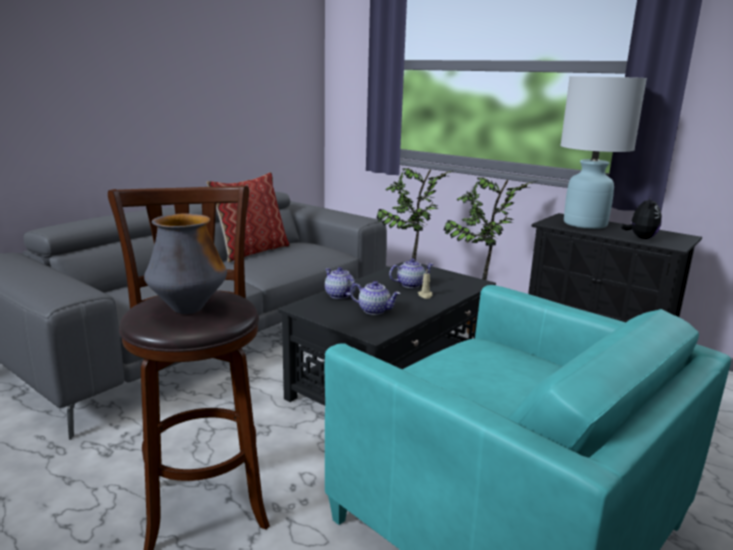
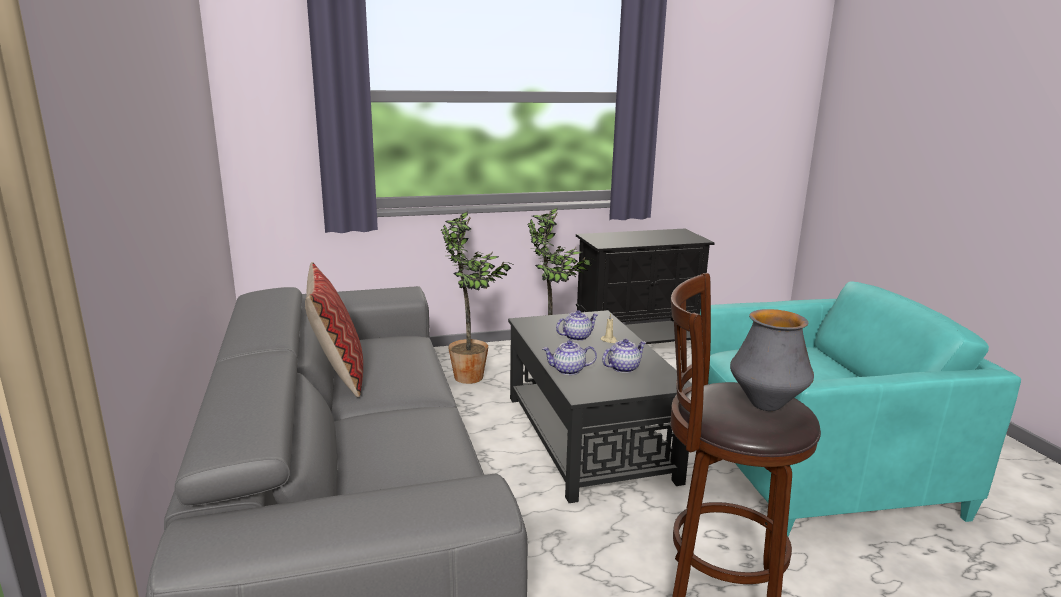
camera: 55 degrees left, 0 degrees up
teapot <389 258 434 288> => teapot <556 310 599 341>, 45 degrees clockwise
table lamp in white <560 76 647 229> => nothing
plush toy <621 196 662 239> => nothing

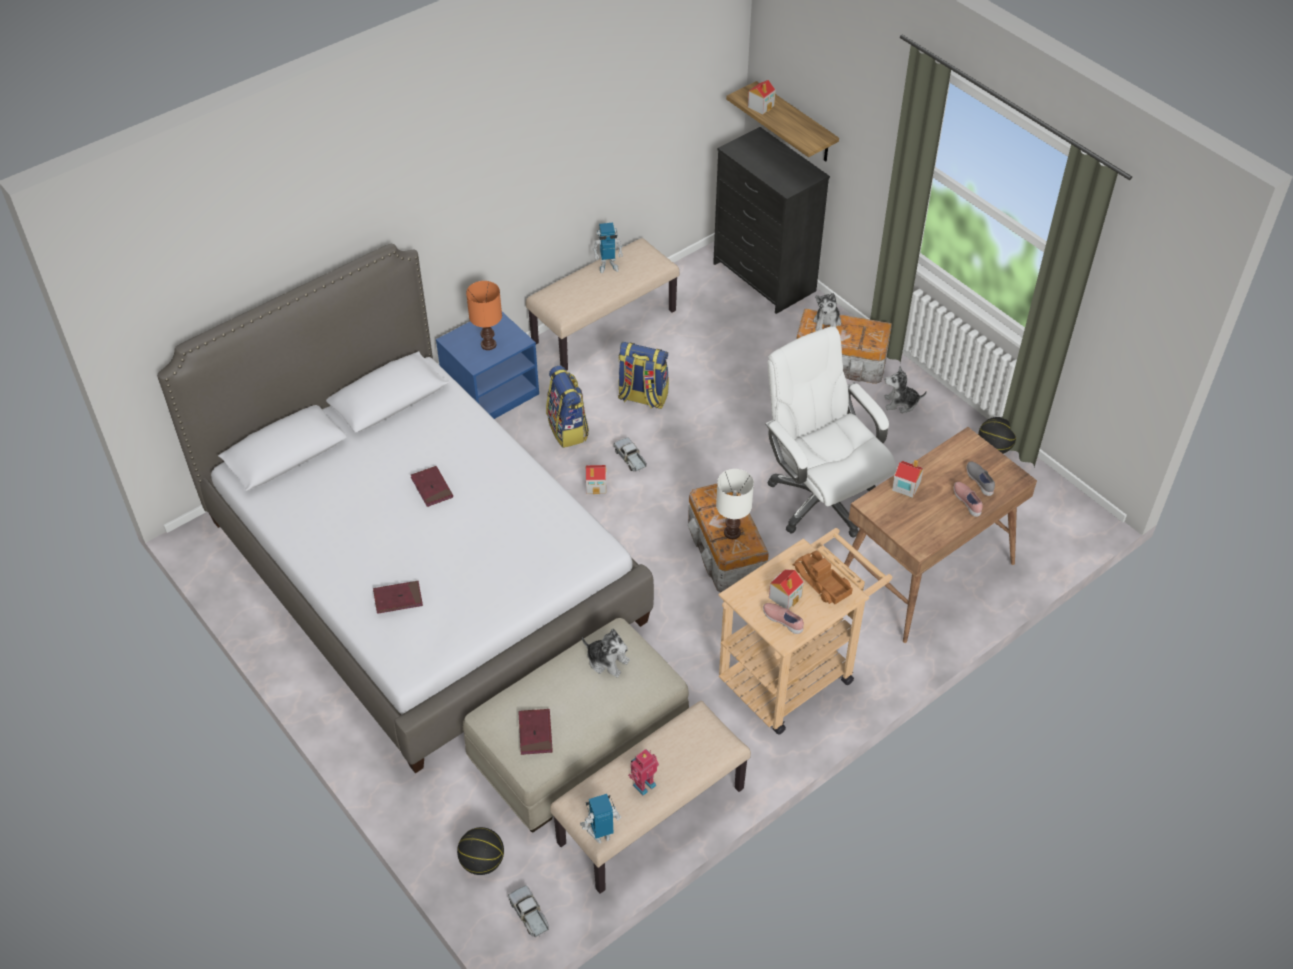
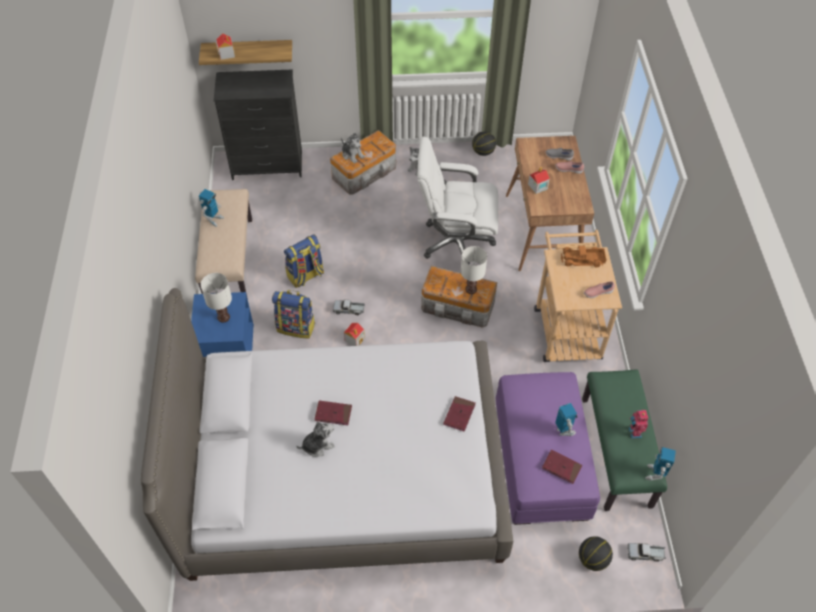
camera: 55 degrees left, 5 degrees up
book in red <373 581 423 614> => book in red <443 396 476 432>, moved
ottoman in beige <463 618 689 832> => ottoman in purple <496 372 600 525>
table lamp in orange <466 281 502 350> => table lamp in white <200 273 232 323>
bench in beige <550 701 751 894> => bench in green <582 369 667 511>
plush toy <582 629 630 678> => plush toy <296 422 335 457>, moved
toy house <769 569 804 609> => nothing
nothing => toy robot <555 403 578 436>

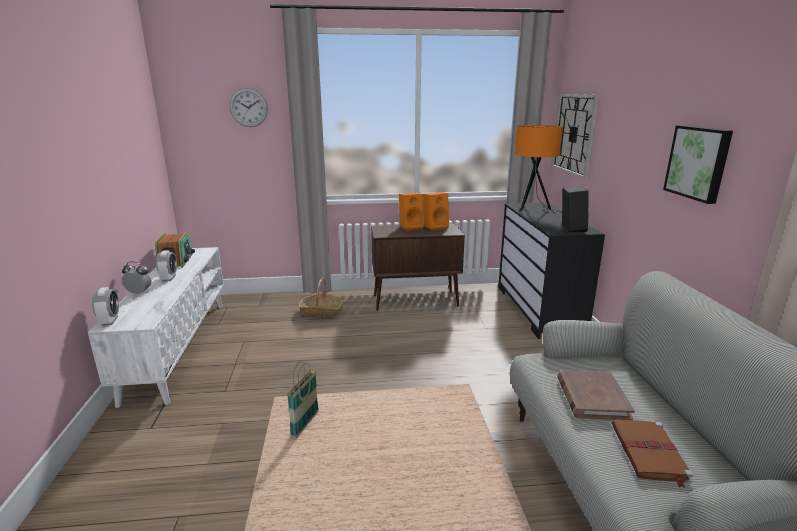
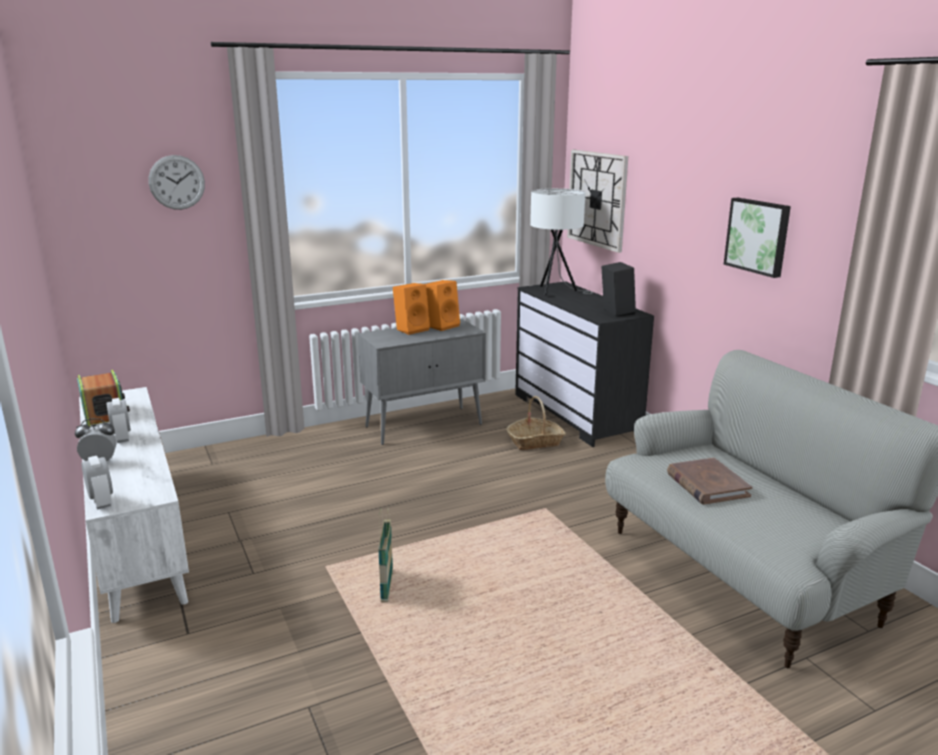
camera: 20 degrees left, 0 degrees up
basket <298 277 342 317> => basket <506 396 566 450>, moved
cabinet in brown <371 224 465 311> => cabinet in grey <358 319 486 445>
table lamp in orange <515 125 563 213> => table lamp in white <530 188 593 296>
book in brown <612 419 694 488> => nothing

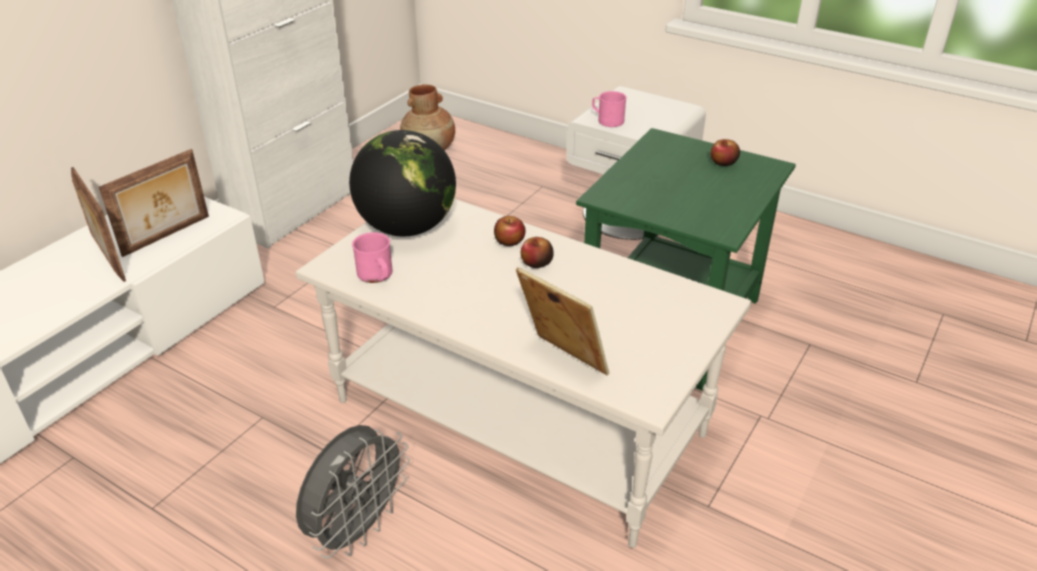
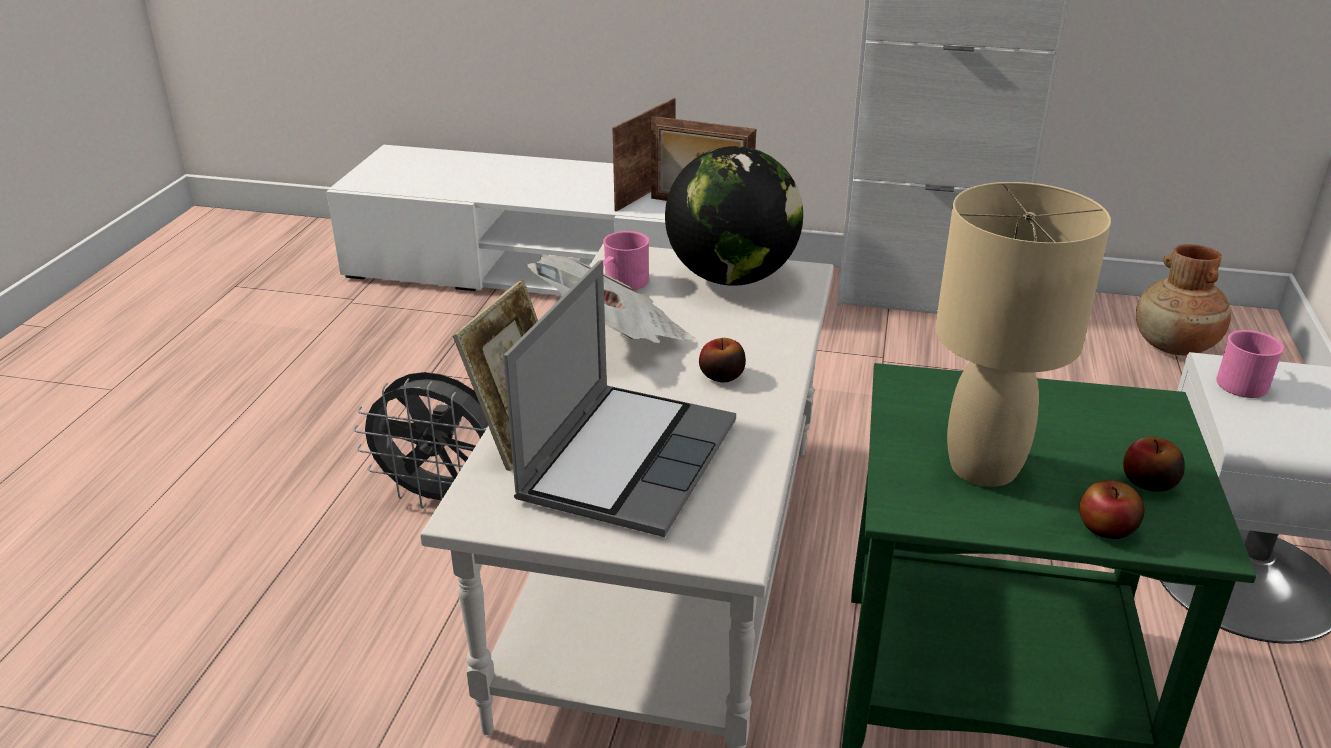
camera: 70 degrees right, 5 degrees down
apple <494 216 526 246> => apple <1079 480 1145 539>, moved
nothing => laptop <503 260 736 537>
nothing => newspaper <527 256 696 343>
nothing => table lamp in beige <935 182 1111 487>

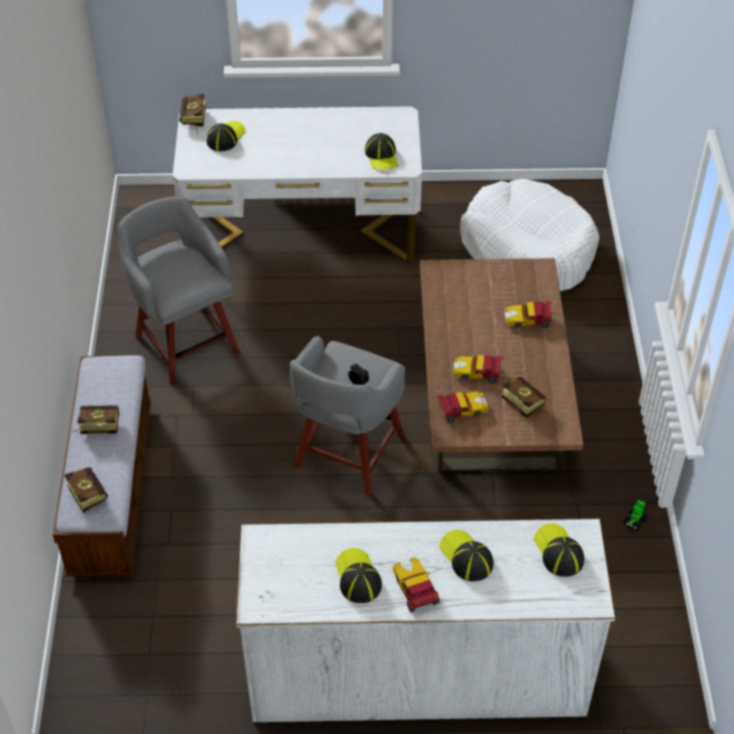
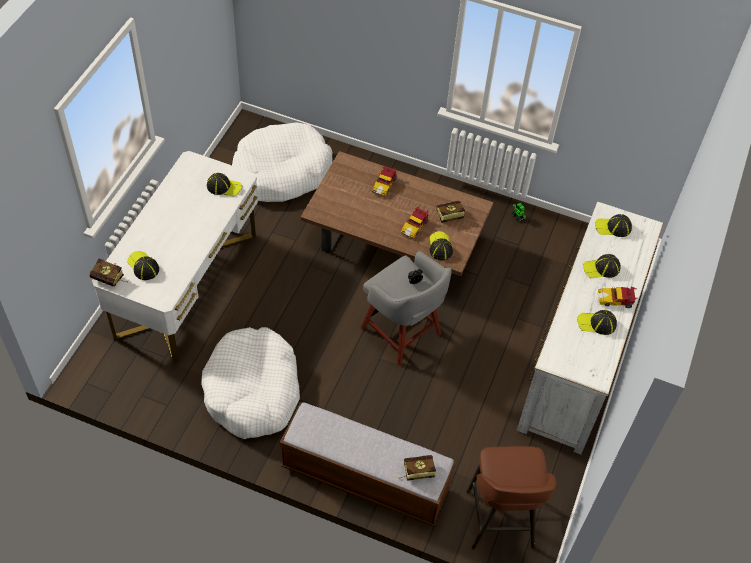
camera: 70 degrees left, 5 degrees up
book <71 405 119 434> => nothing
stool in grey <118 196 240 386> => dog bed in white <201 327 300 439>
toy car <437 392 489 423> => cap <430 231 453 260>
nothing => stool in brown <466 446 556 550>

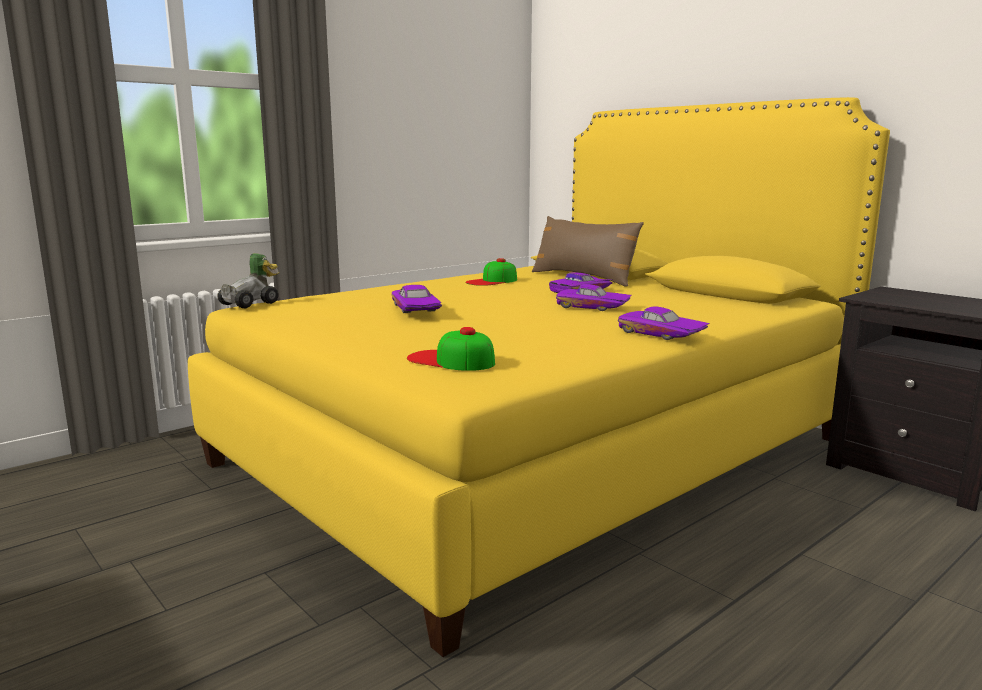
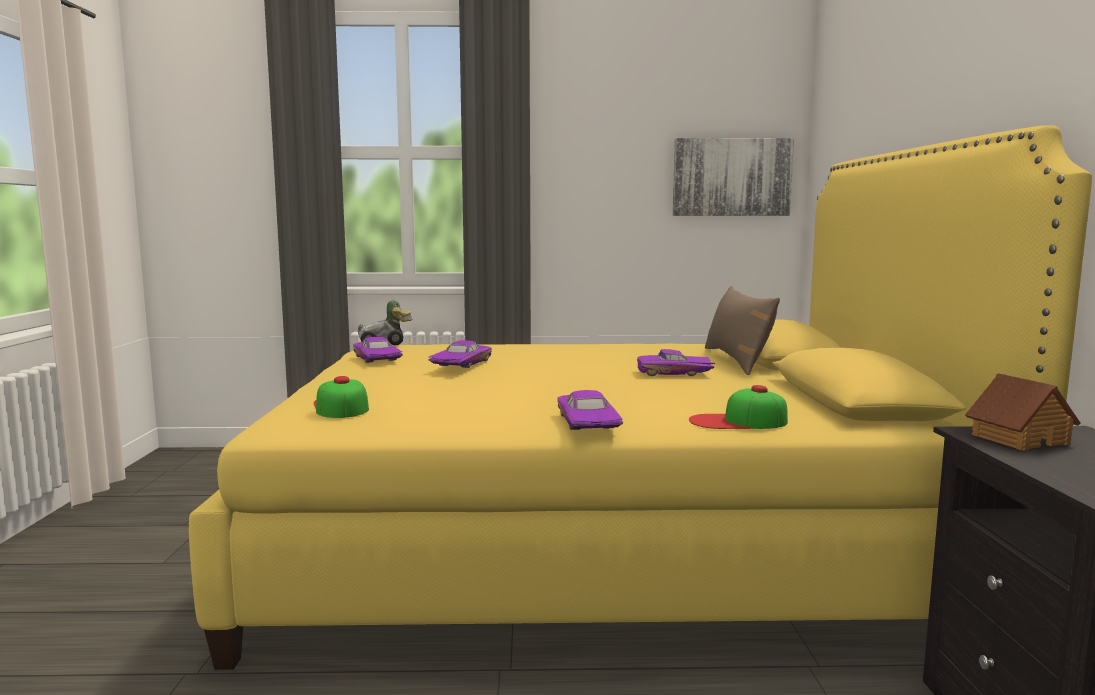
camera: 40 degrees right, 5 degrees down
cap <465 258 517 286> => cap <689 385 788 429>, moved
toy car in purple <556 284 632 311> => toy car in purple <353 337 403 363>, moved
nothing => picture <673 138 794 216>
nothing => toy house <965 373 1080 451>

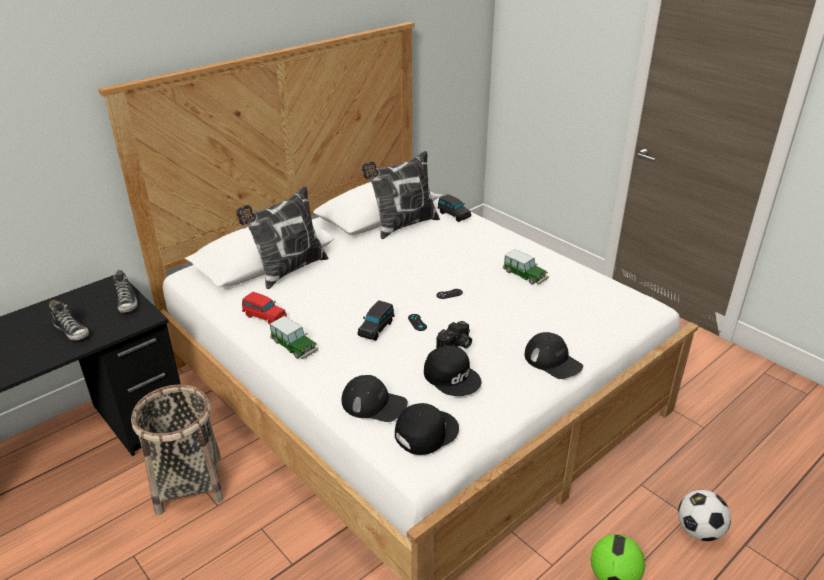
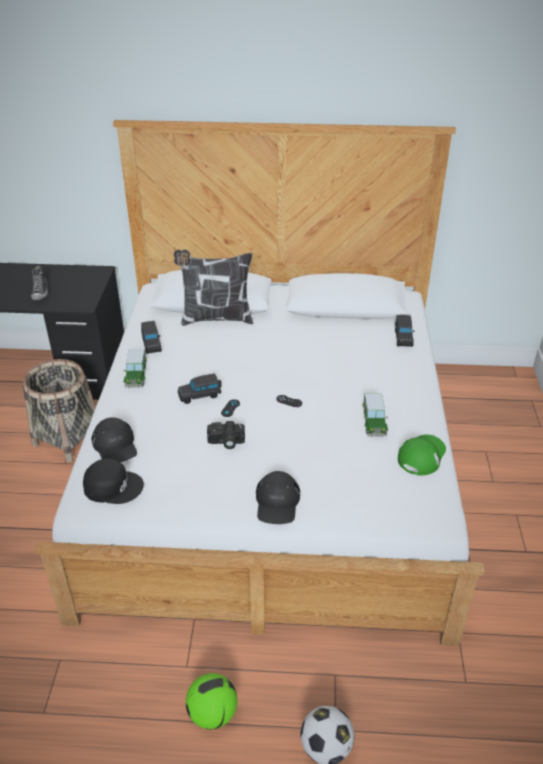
camera: 45 degrees right, 5 degrees up
shoe <114 270 137 313> => nothing
toy car in red <242 292 287 325> => toy car in black <141 321 162 354>
pillow <362 151 440 239> => nothing
cap in black <424 345 482 396> => nothing
nothing => cap in green <398 435 446 475>

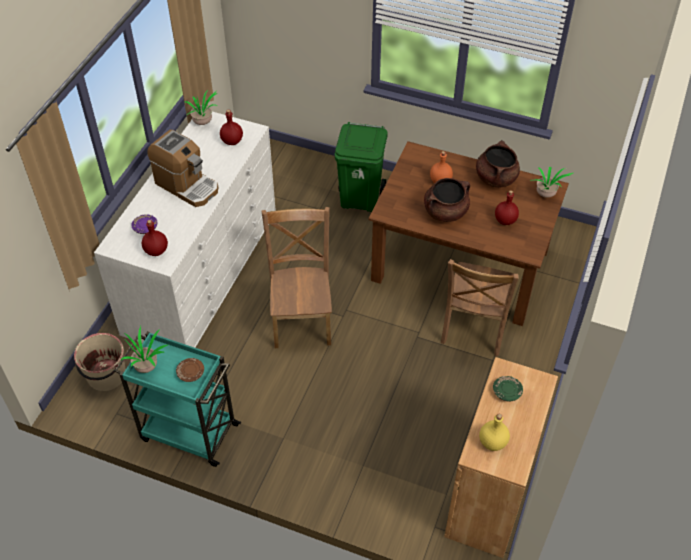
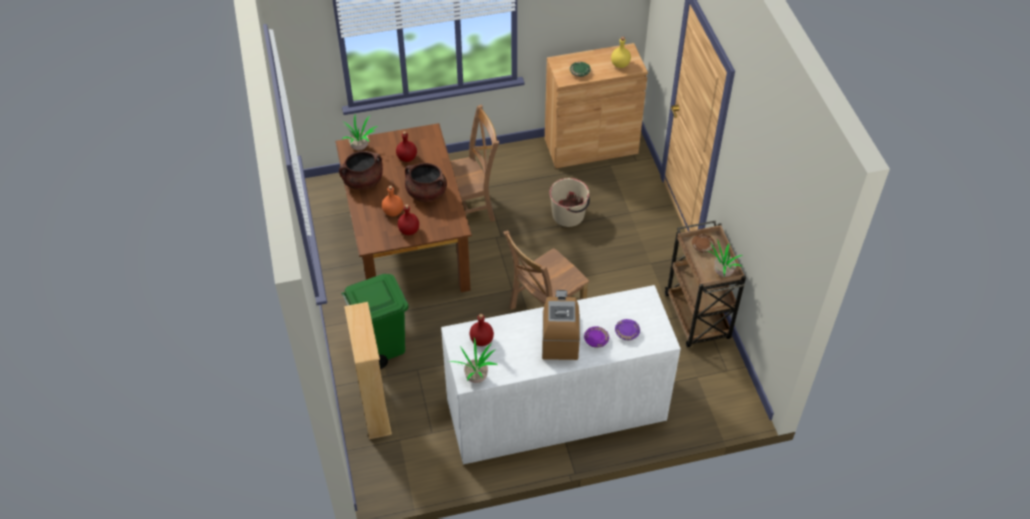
camera: 125 degrees left, 0 degrees up
bucket in beige <74 333 126 391> => bucket in beige <549 178 590 227>, moved
cart in turquoise <115 331 241 467> => cart in brown <665 221 746 347>
bottle in red <142 220 168 256> => bottle in red <398 204 419 235>, moved
nothing => bookcase in beige <344 302 392 439>
nothing => plate in purple <584 326 609 348>

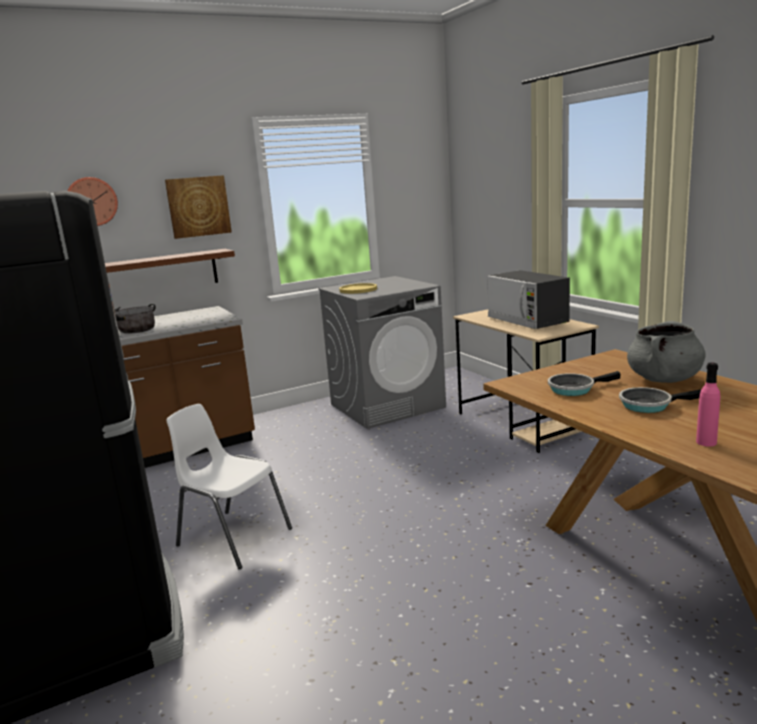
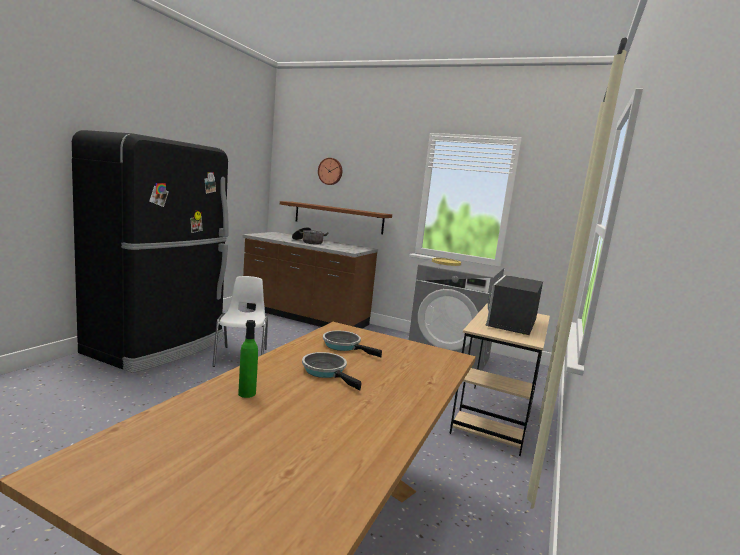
camera: 50 degrees right, 5 degrees down
picture <165 175 232 239> => nothing
cooking pot in grey <627 321 706 383> => nothing
bottle in pink <696 363 720 447> => bottle in green <238 320 258 398>

